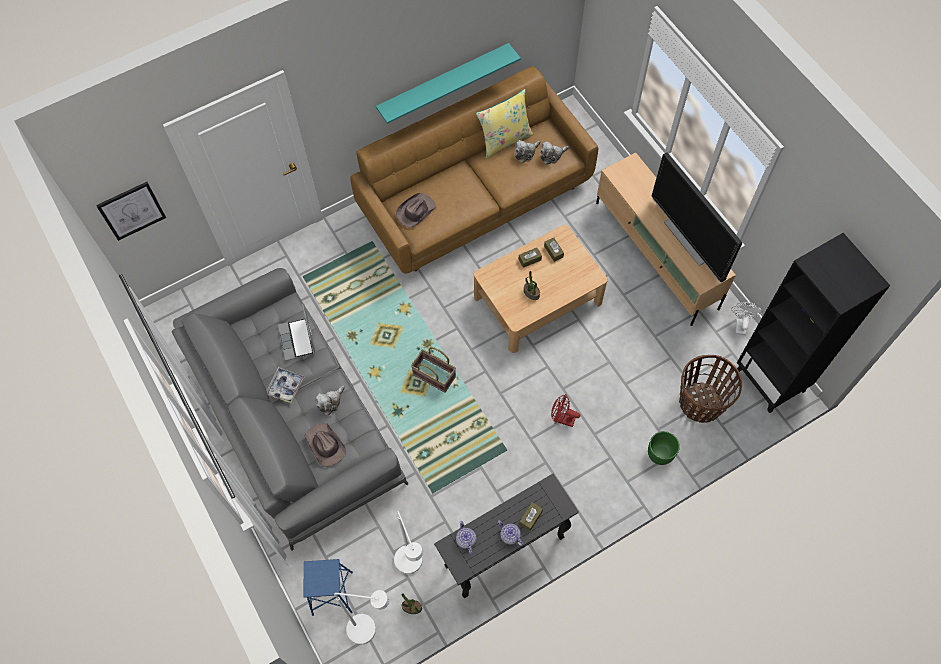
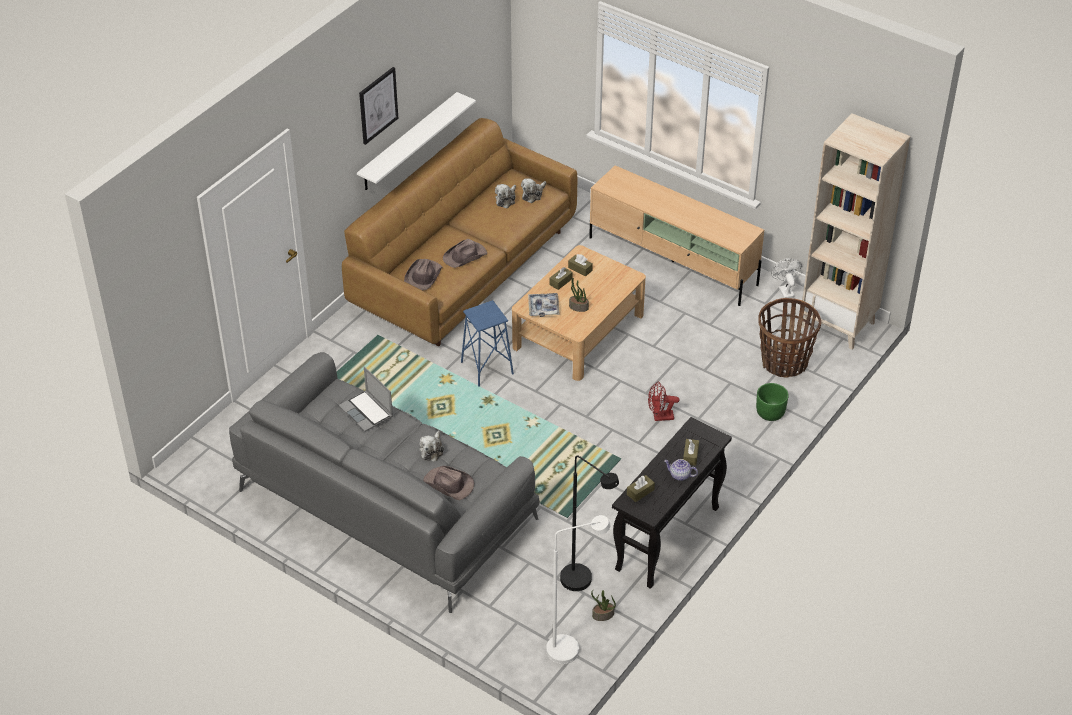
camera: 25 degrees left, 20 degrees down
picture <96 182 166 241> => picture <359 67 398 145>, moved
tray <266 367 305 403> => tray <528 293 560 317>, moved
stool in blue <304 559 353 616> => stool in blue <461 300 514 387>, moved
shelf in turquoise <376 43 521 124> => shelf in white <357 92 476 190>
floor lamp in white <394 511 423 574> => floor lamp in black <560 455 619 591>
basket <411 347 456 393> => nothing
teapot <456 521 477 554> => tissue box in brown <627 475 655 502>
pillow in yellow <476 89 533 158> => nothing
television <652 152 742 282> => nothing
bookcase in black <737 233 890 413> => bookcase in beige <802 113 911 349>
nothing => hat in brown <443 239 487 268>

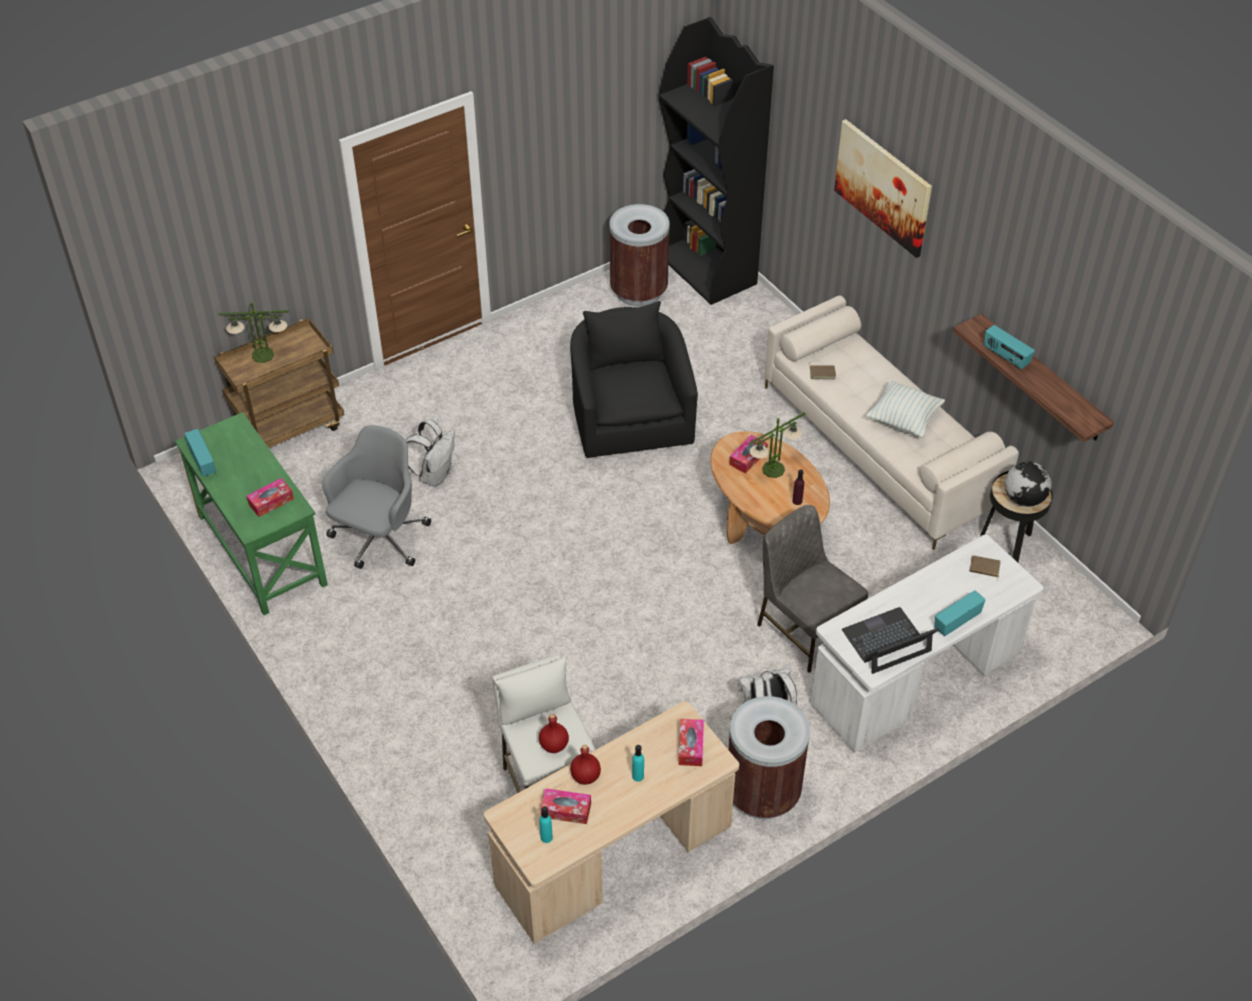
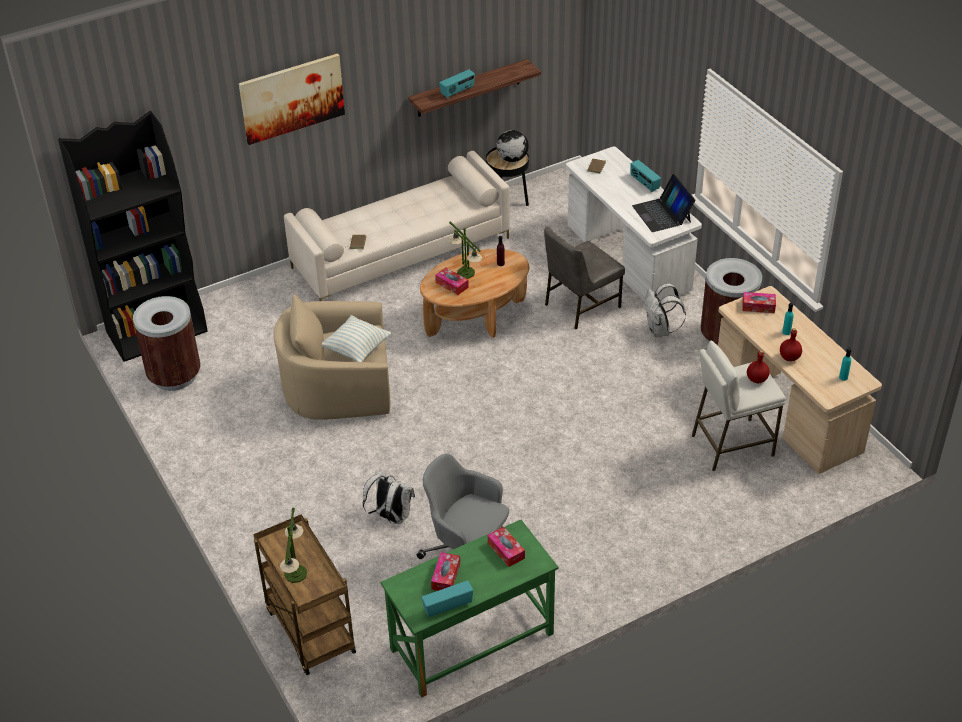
camera: 85 degrees left, 5 degrees down
tissue box <541 788 591 824> => tissue box <431 552 460 591>, moved
armchair in black <570 301 698 458> => armchair in beige <273 294 390 420>
pillow <866 380 945 438> => pillow <322 315 392 362>, moved

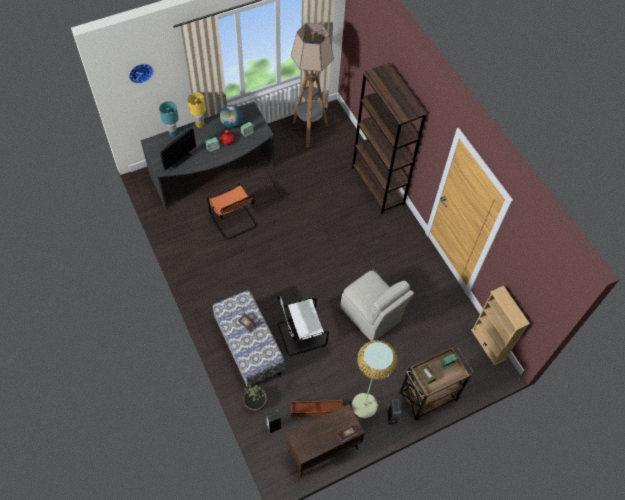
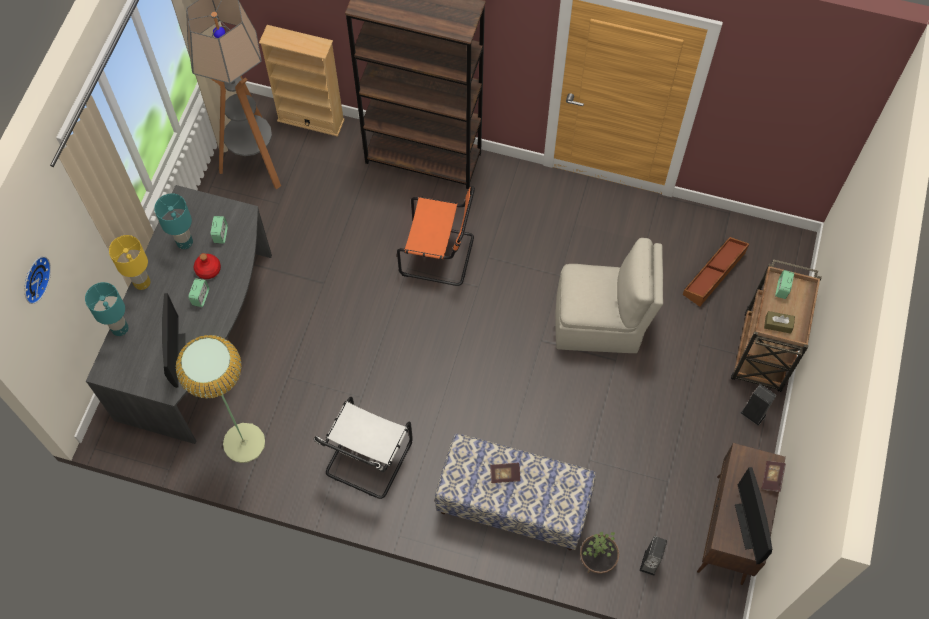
camera: 45 degrees left, 5 degrees up
chair in orange <207 184 257 240> => chair in orange <397 186 475 286>, moved
globe <220 105 243 128> => table lamp in turquoise <154 193 193 249>
chair in white <277 296 329 356> => chair in white <314 397 413 499>, moved
storage box in brown <291 400 344 417> => storage box in brown <682 237 749 307>, moved
floor lamp <352 340 397 418> => floor lamp <176 335 265 463>, moved
bookcase in beige <471 286 530 365> => bookcase in beige <259 25 345 137>, moved
nothing => monitor <735 467 772 564>

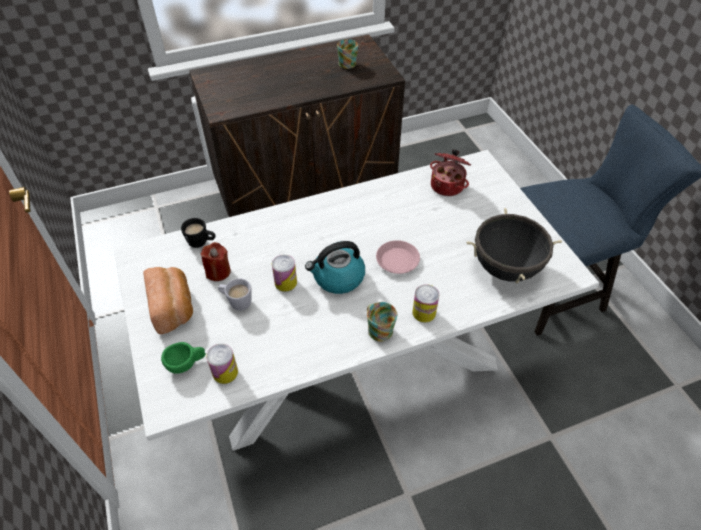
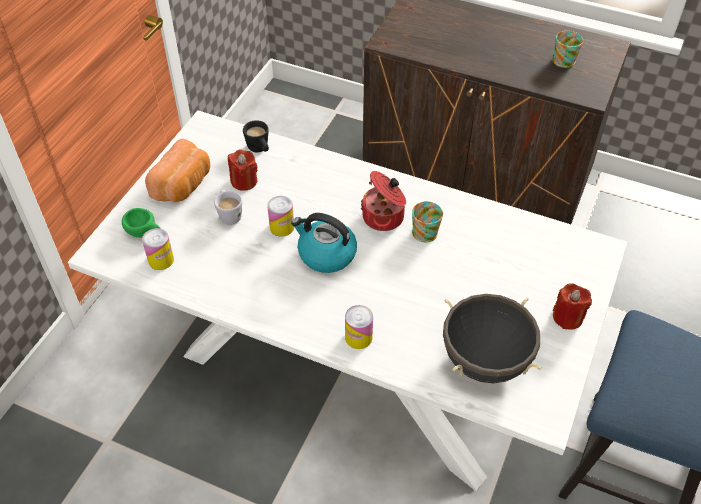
camera: 45 degrees right, 0 degrees up
mug <367 302 397 342> => mug <412 201 443 242>, moved
plate in pink <376 240 420 274> => nothing
cooking pot <430 149 471 196> => cooking pot <361 171 406 231>, moved
nothing => candle in red <553 283 592 330>

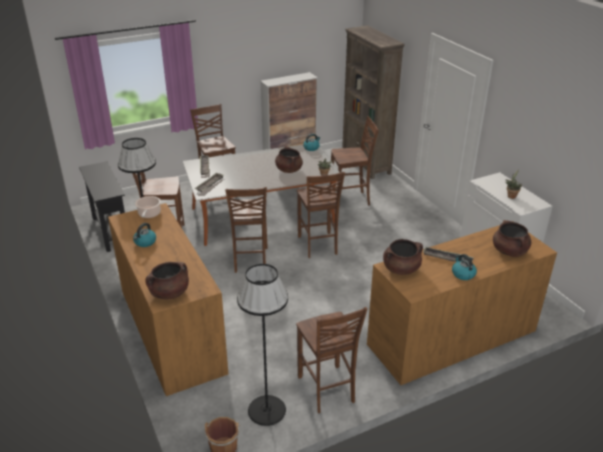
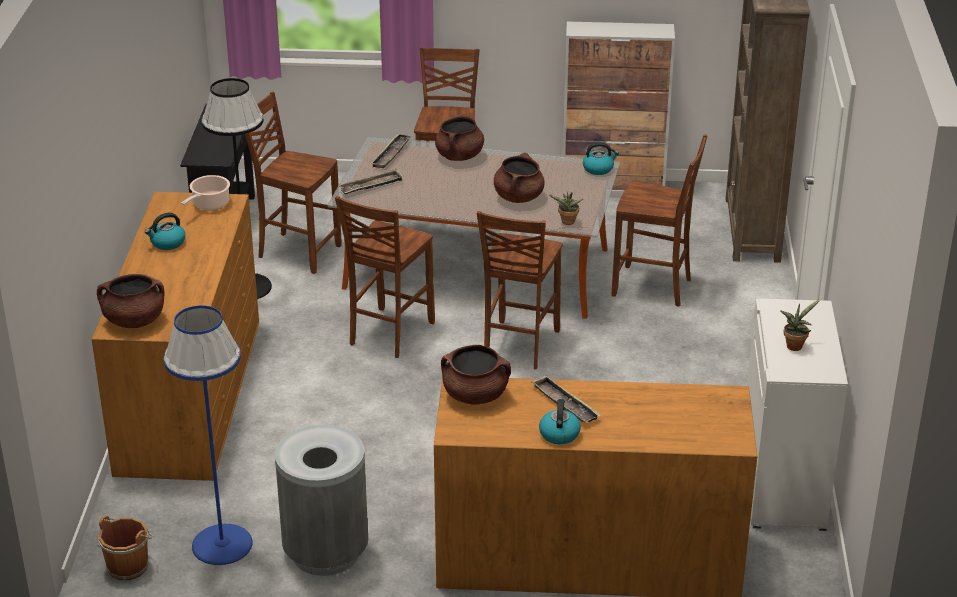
camera: 30 degrees right, 0 degrees up
floor lamp in black <237 264 288 426> => floor lamp in blue <164 305 253 565>
chair in brown <296 307 367 413> => trash can in grey <275 424 369 576>
cooking pot in brown <493 220 531 257> => cooking pot in brown <435 113 484 161>, moved

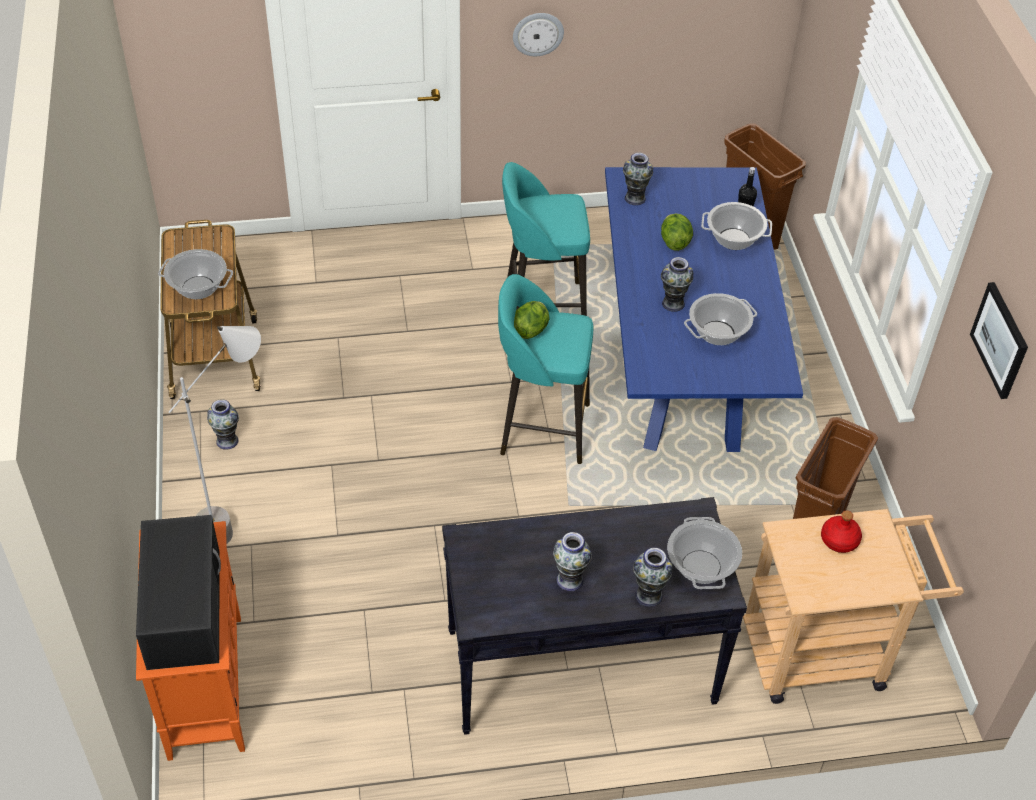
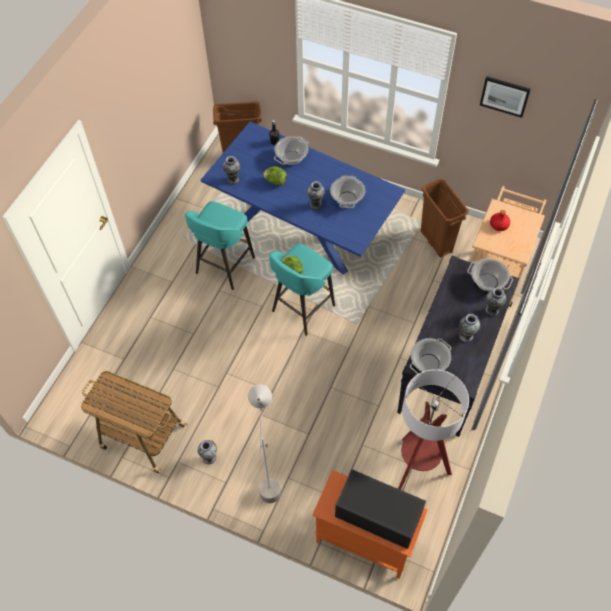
camera: 55 degrees left, 10 degrees up
cooking pot <158 249 233 299> => cooking pot <410 338 451 374>, moved
wall clock <513 13 564 56> => nothing
nothing => floor lamp <398 369 469 490>

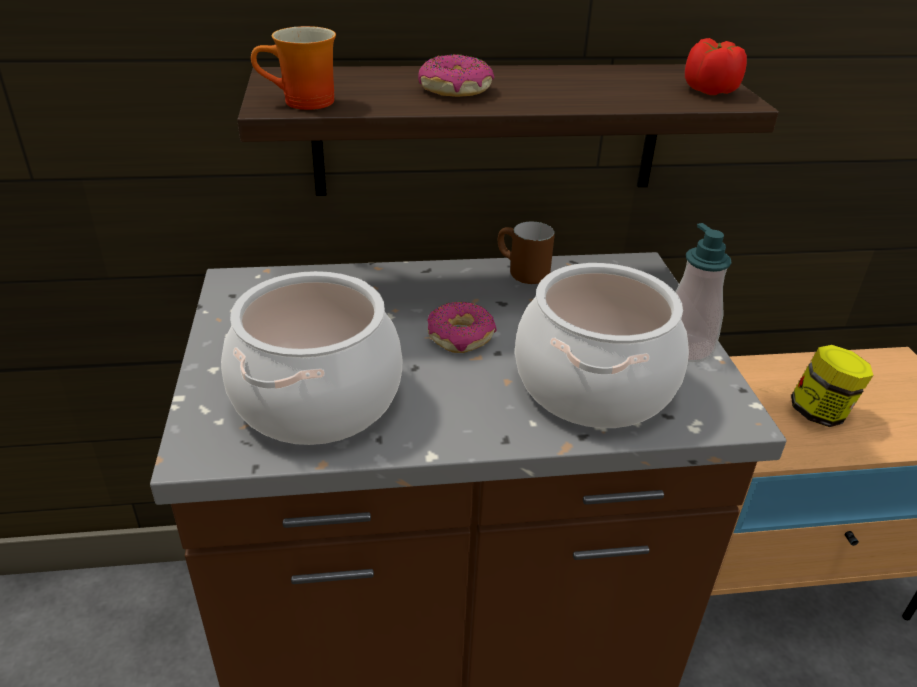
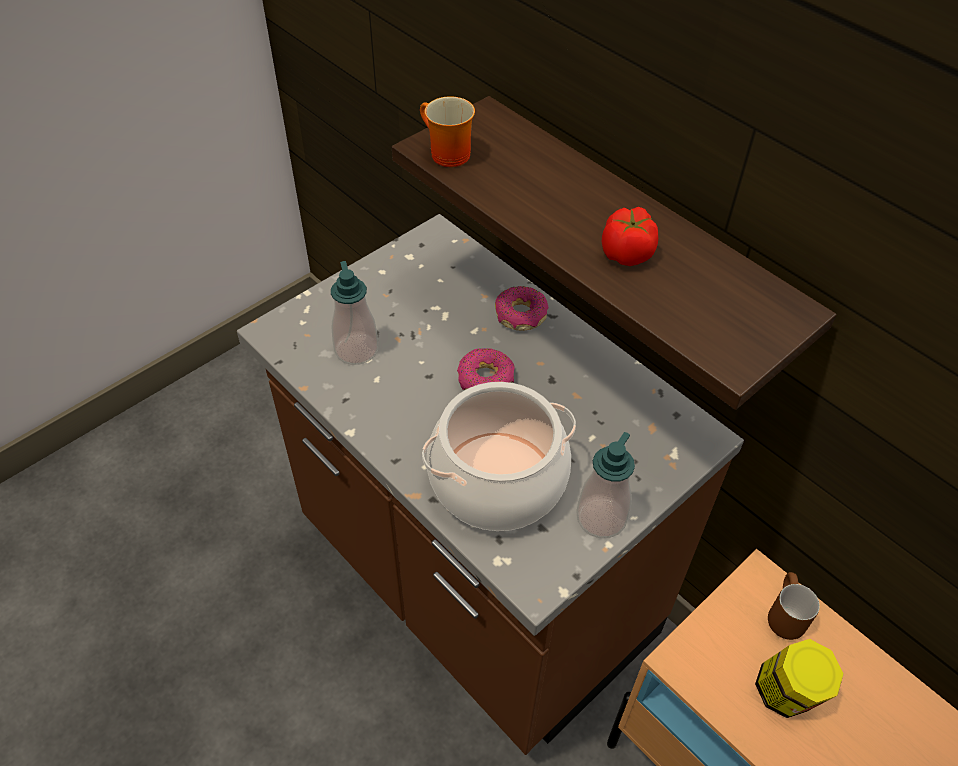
camera: 55 degrees right, 15 degrees up
cooking pot <221 271 402 445> => soap dispenser <331 261 378 365>
donut <418 54 495 97> => donut <495 286 549 331>, moved
mug in brown <498 222 555 284> => mug in brown <768 572 820 640>, moved
tomato <685 38 747 95> => tomato <602 207 658 266>, moved

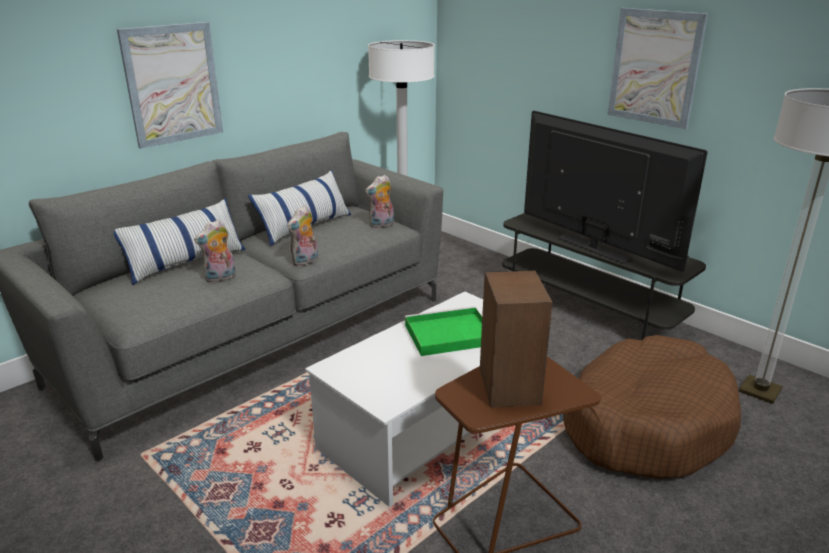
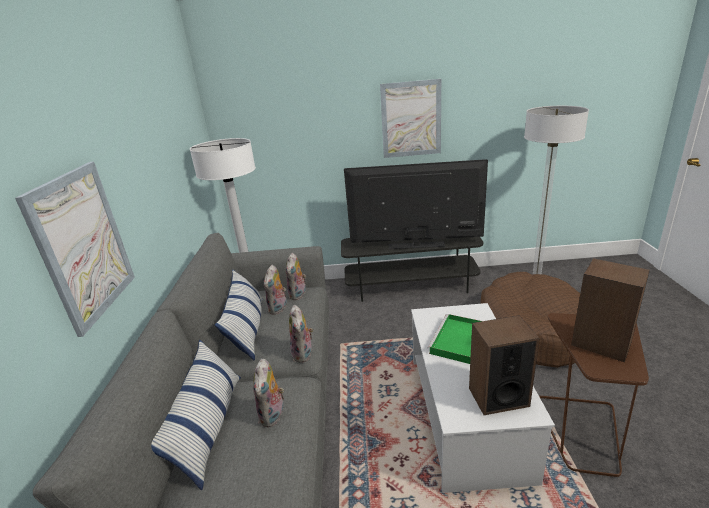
camera: 45 degrees left, 0 degrees up
nothing => plush toy <264 265 287 315>
nothing => speaker <469 315 540 415>

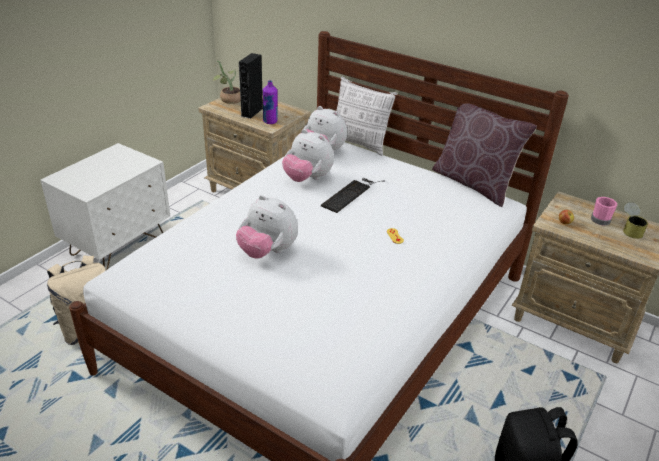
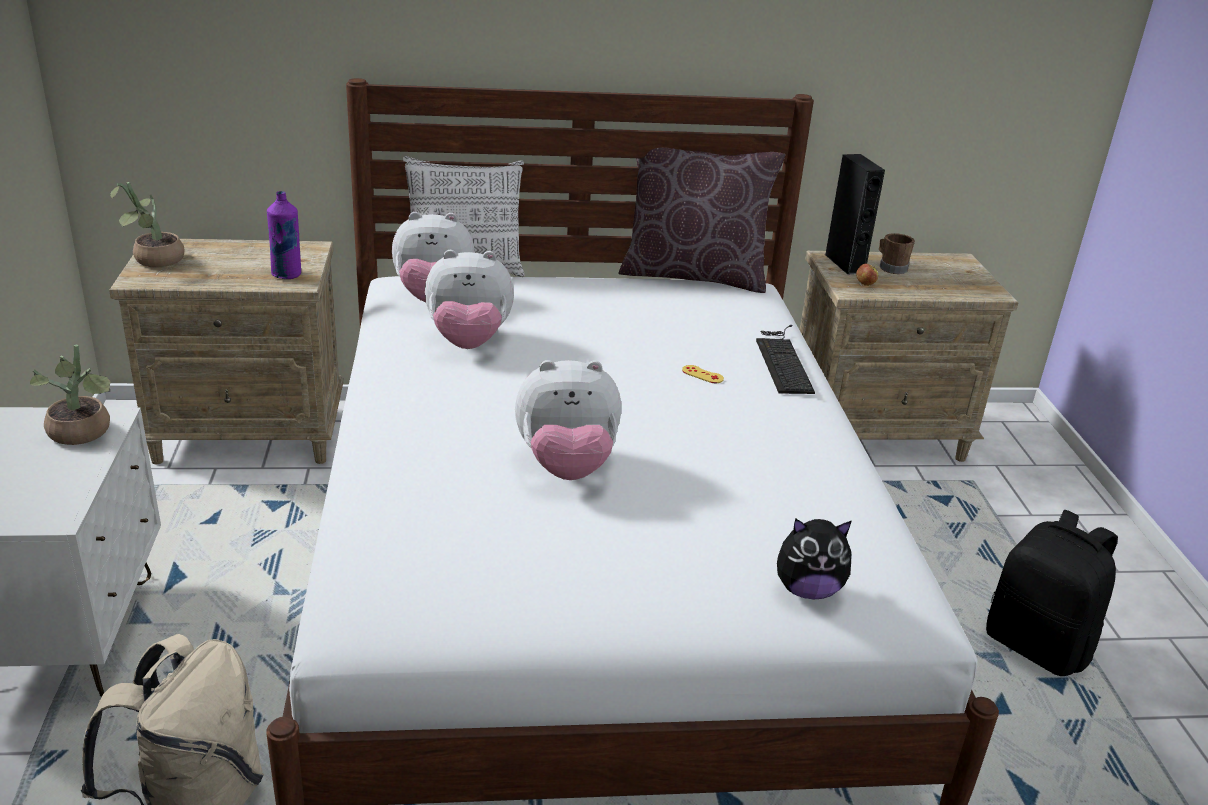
camera: 40 degrees left, 5 degrees down
speaker in black <239 53 263 119> => speaker in black <825 154 885 275>, moved
keyboard <321 178 384 213> => keyboard <756 325 815 394>, moved
mug in pink <591 197 617 225> => mug in brown <879 233 915 274>
can <623 202 648 239> => nothing
nothing => potted plant <30 344 111 445>
nothing => plush toy <777 518 852 599>

